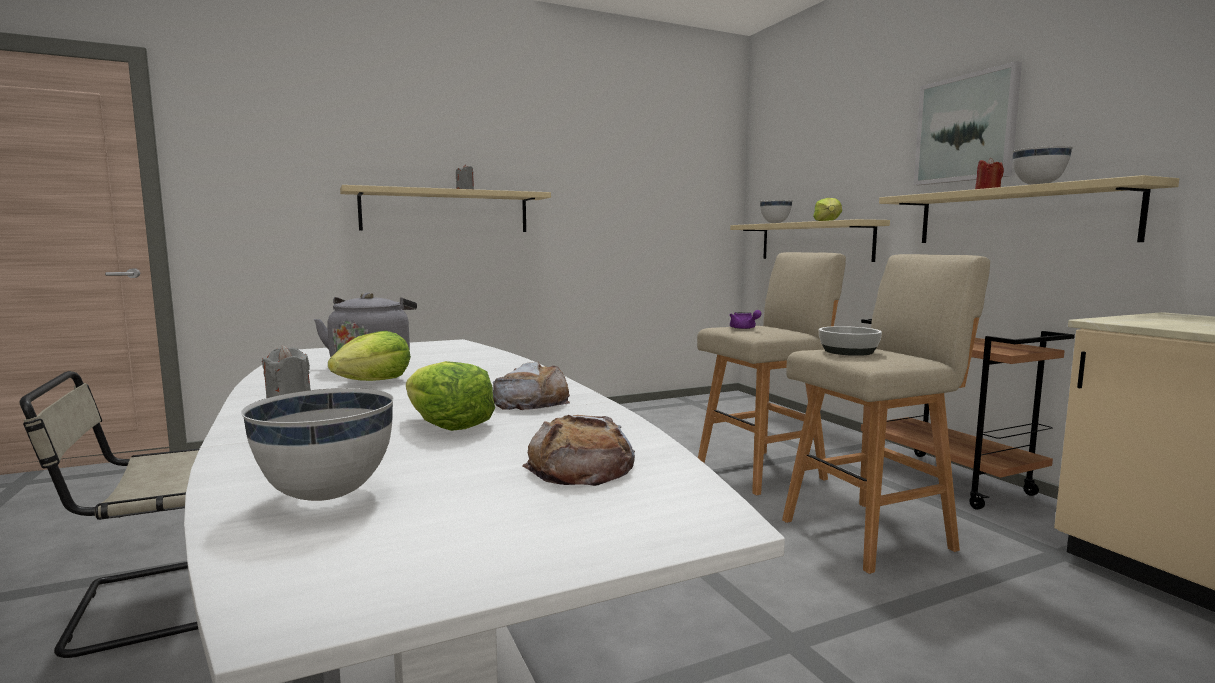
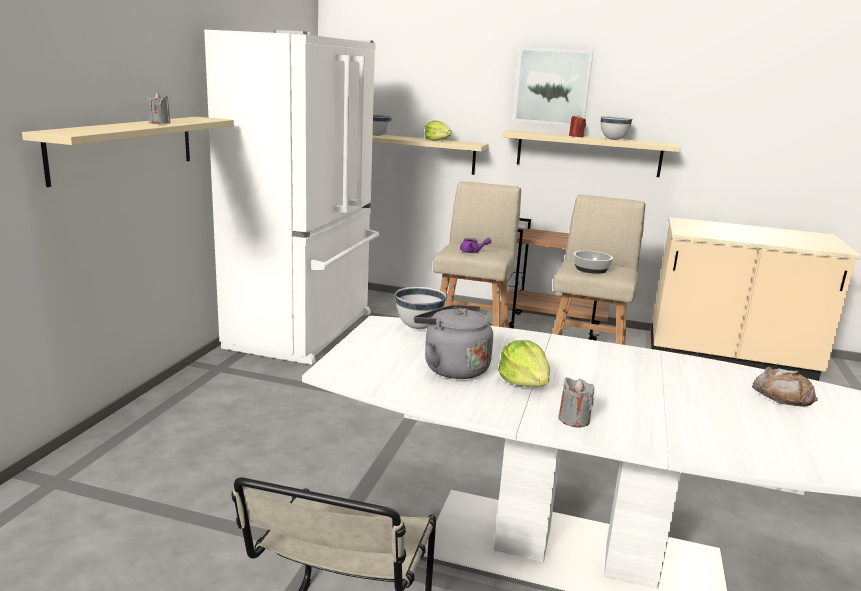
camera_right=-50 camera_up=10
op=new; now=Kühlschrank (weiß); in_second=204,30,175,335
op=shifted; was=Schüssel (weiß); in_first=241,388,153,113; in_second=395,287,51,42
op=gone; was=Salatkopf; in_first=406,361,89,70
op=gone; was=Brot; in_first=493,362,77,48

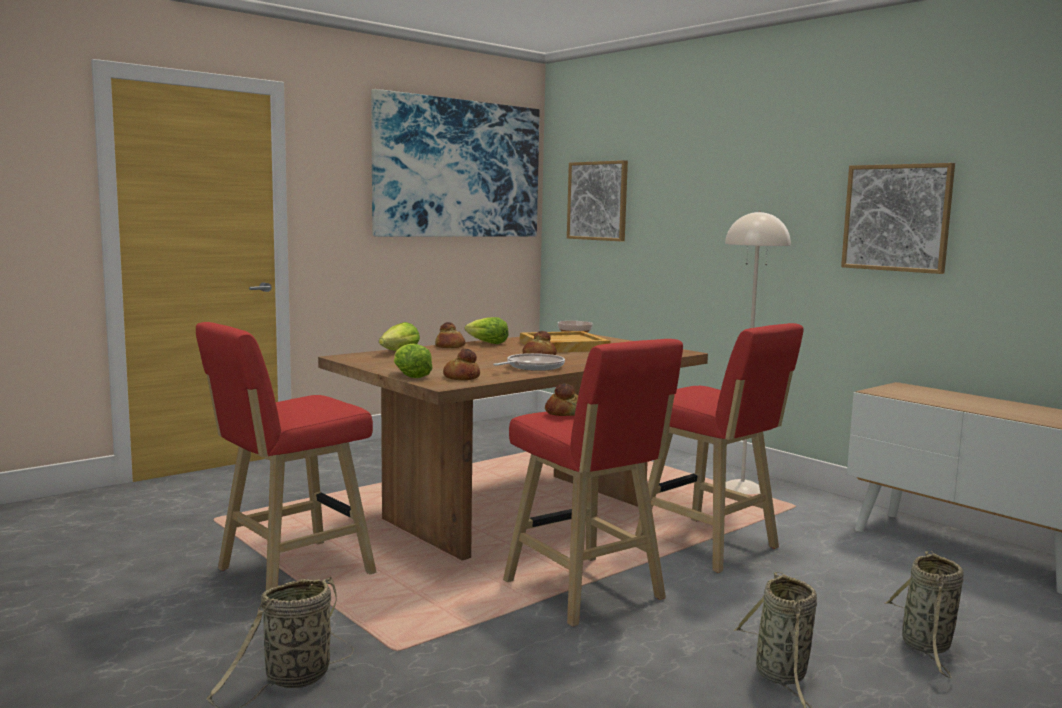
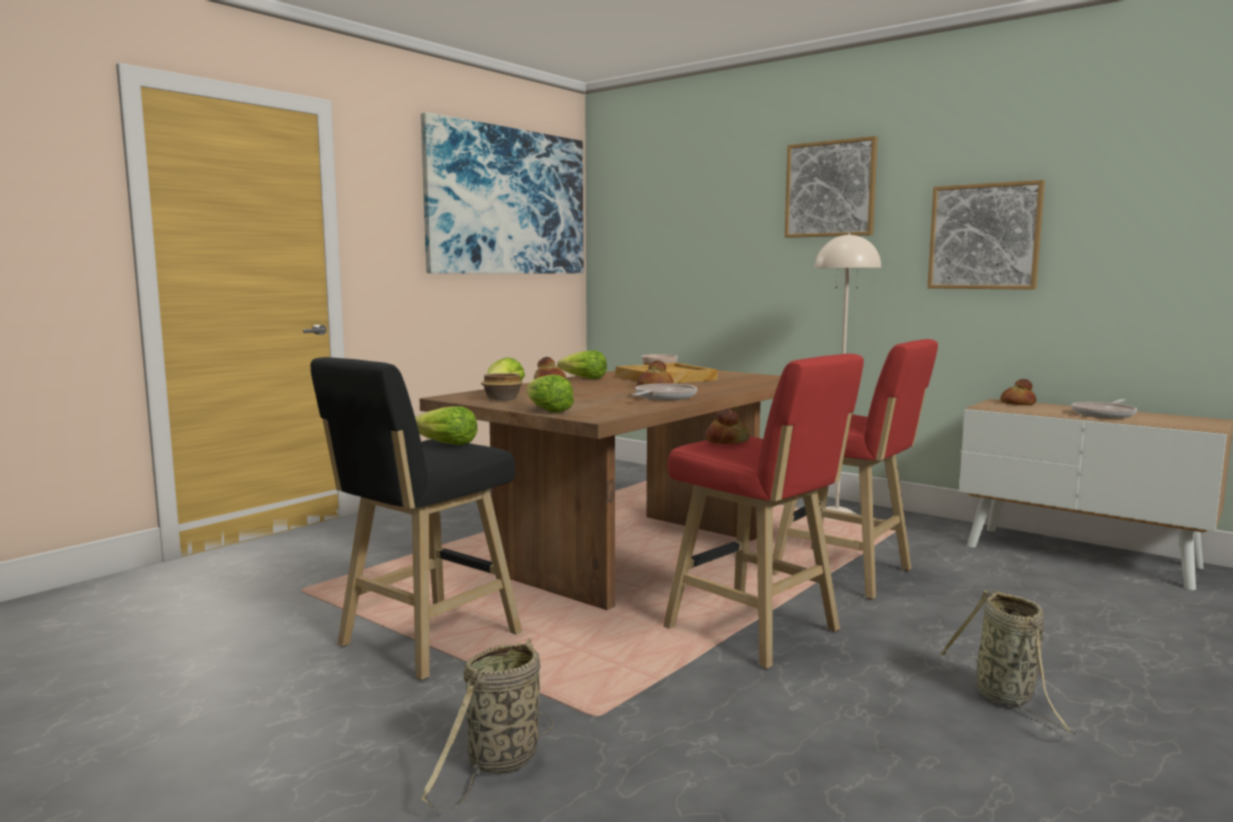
camera_right=-10 camera_up=0
op=repainted; was=Hocker (rot); now=Hocker (schwarz); in_first=196,322,180,268; in_second=311,357,211,324
op=new; now=Salatkopf; in_second=415,406,63,39
op=new; now=Schüssel; in_second=481,373,42,27
op=shifted; was=Bild; in_first=567,160,61,81; in_second=785,136,93,102
op=shifted; was=Brot; in_first=443,349,37,31; in_second=1000,379,36,26
op=new; now=Pfanne; in_second=1072,399,65,19
op=gone; was=Korb; in_first=884,551,79,128

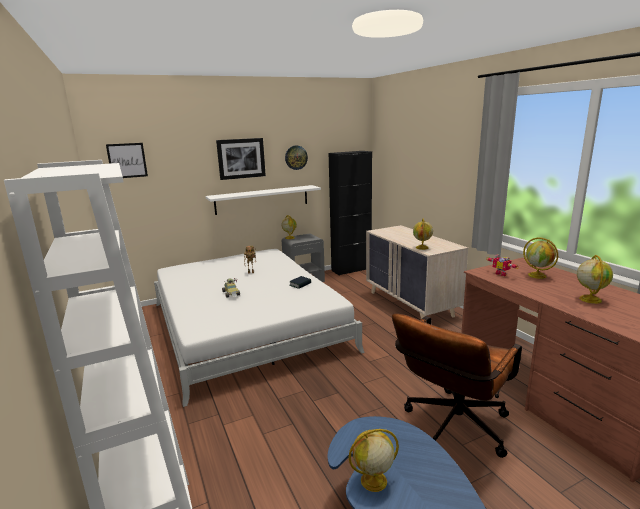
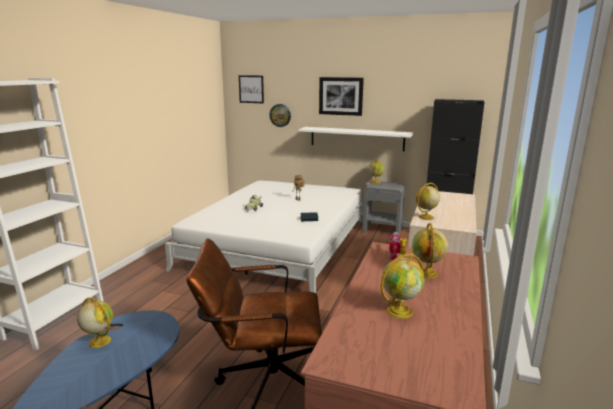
camera_right=45 camera_up=0
op=shifted; was=Wanduhr; in_first=285,146,23,24; in_second=269,104,22,23

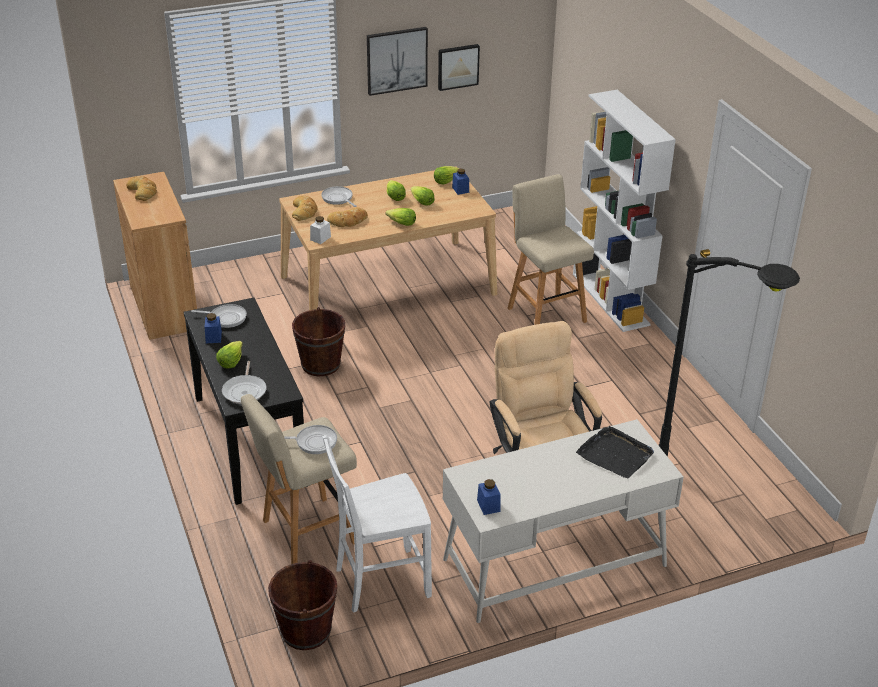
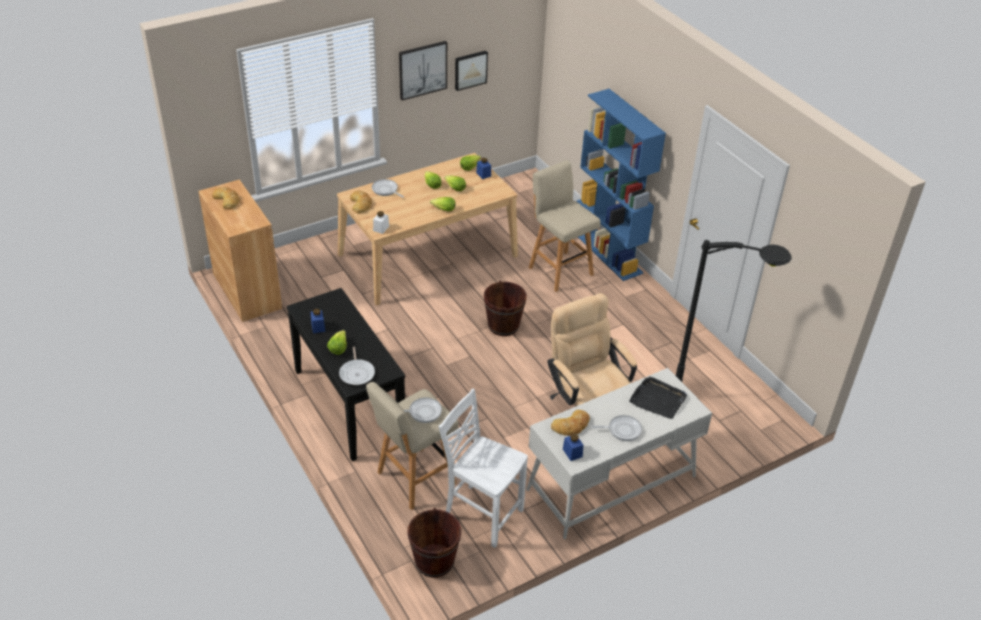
camera_right=-10 camera_up=5
op=rotated; was=Stuhl (weiß); in_first=323,435,109,178; in_second=439,389,89,159; clockwise=60
op=shifted; was=Eimer (braun); in_first=292,307,53,69; in_second=484,280,43,56
op=shifted; was=Brot; in_first=327,207,41,20; in_second=551,410,39,26
op=repainted; was=Bücherregal (weiß); now=Bücherregal (blau); in_first=573,90,103,242; in_second=577,89,89,192
op=shifted; was=Pfanne; in_first=191,304,56,24; in_second=591,415,51,26

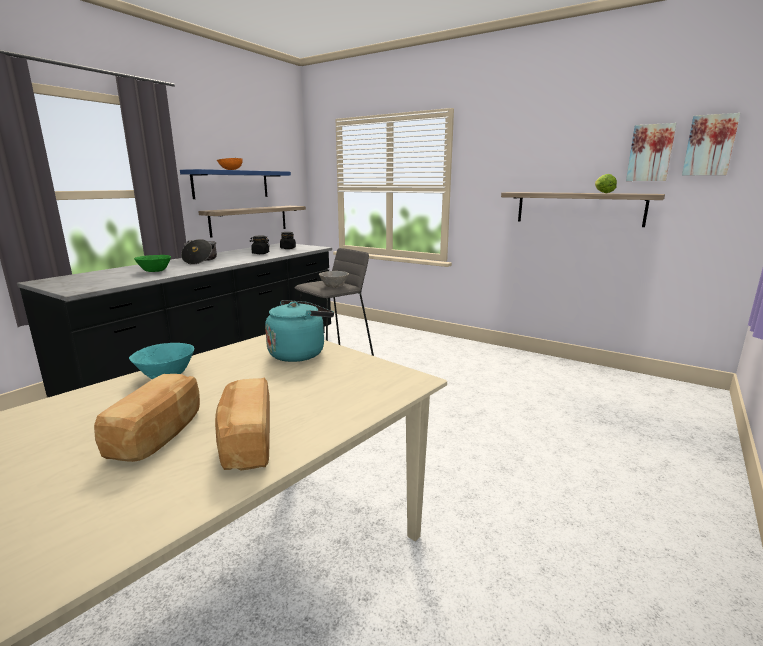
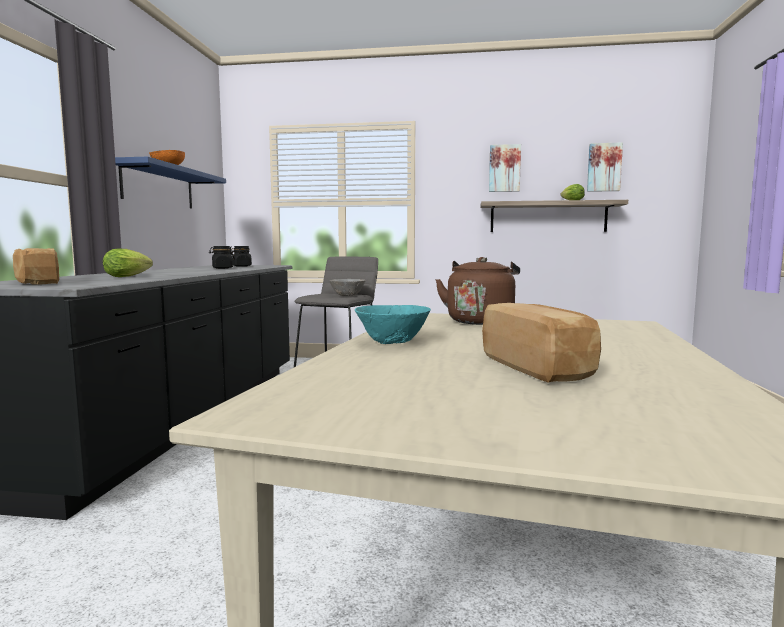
camera_right=-25 camera_up=-10
op=shifted; was=Brot; in_first=215,378,55,92; in_second=13,248,46,37
op=swapped; was=Schüssel (grün); now=Salatkopf; in_first=134,255,37,17; in_second=103,249,50,28
op=repainted; was=Wasserkessel (türkis); now=Wasserkessel (braun); in_first=265,300,69,62; in_second=435,257,85,68
op=shifted; was=Bild; in_first=682,113,58,62; in_second=489,144,32,48
op=gone; was=Kochtopf; in_first=181,239,36,26
op=gone; was=Wandregal; in_first=198,206,108,32

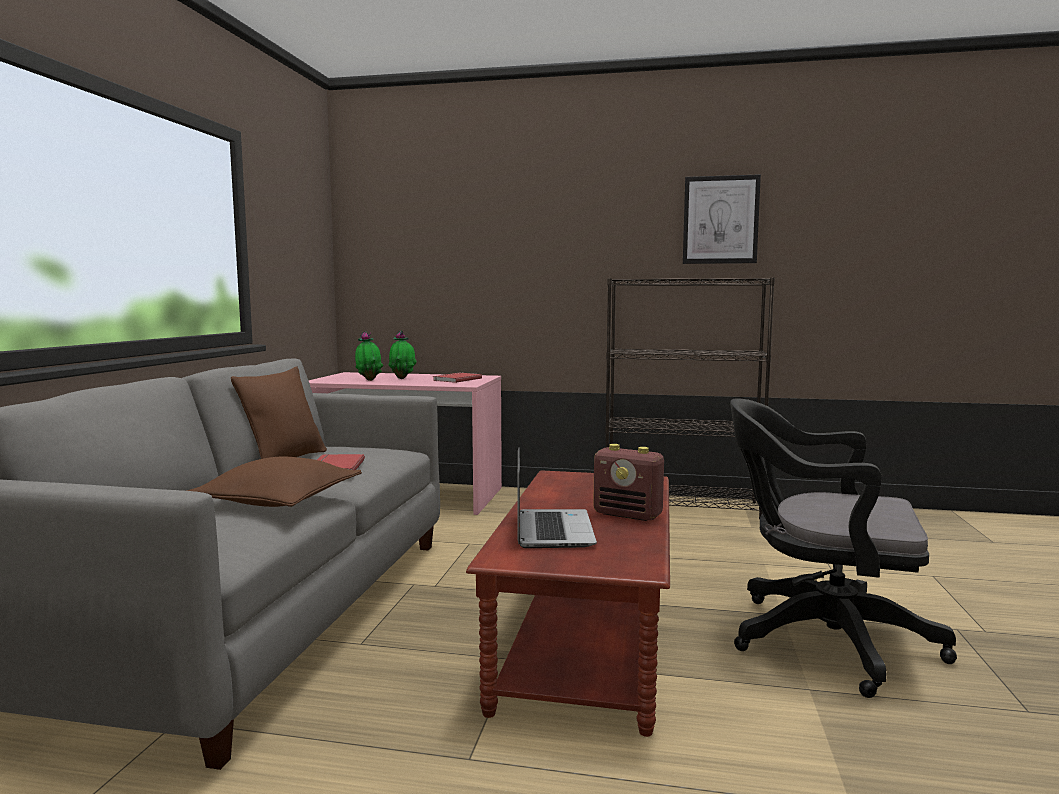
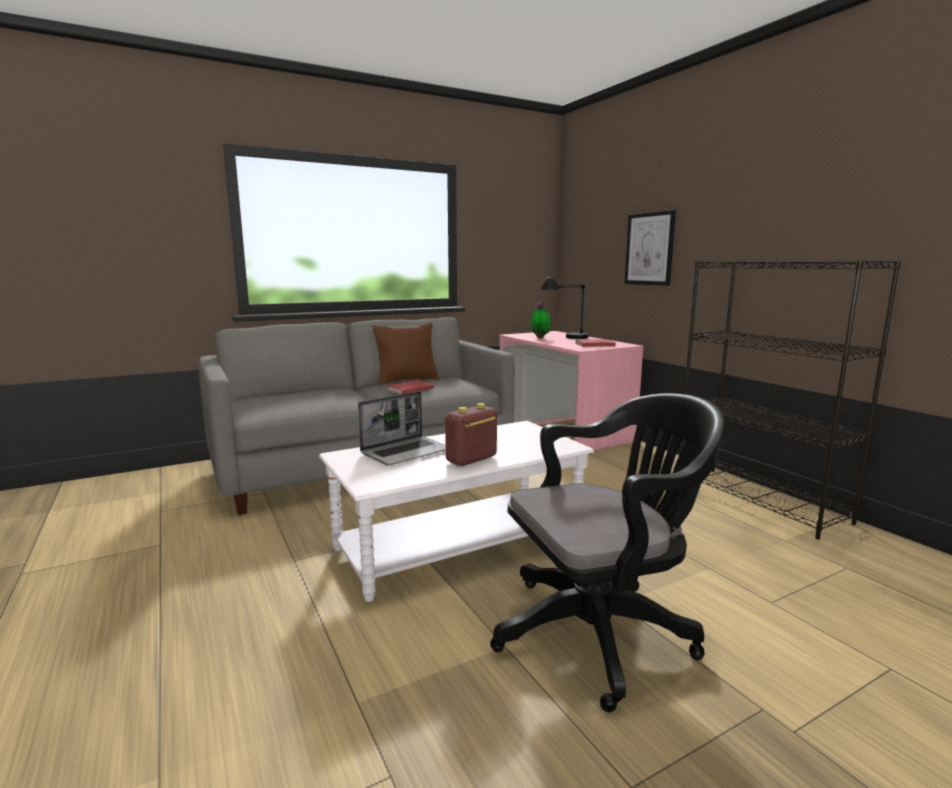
camera_right=50 camera_up=5
op=repainted; was=Couchtisch (braun); now=Couchtisch (weiß); in_first=466,470,204,267; in_second=319,421,275,181
op=rotated; was=Radio; in_first=593,444,71,77; in_second=445,403,52,63; clockwise=60
op=rotated; was=Bürostuhl (schwarz); in_first=730,398,227,300; in_second=490,393,234,320; clockwise=90
op=swapped; was=Topfpflanze; now=Tischlampe (schwarz); in_first=389,331,28,48; in_second=540,277,48,62
op=shifted; was=Bild; in_first=683,174,78,90; in_second=625,210,51,76
op=gone; was=Kissen (braun); in_first=186,456,176,51

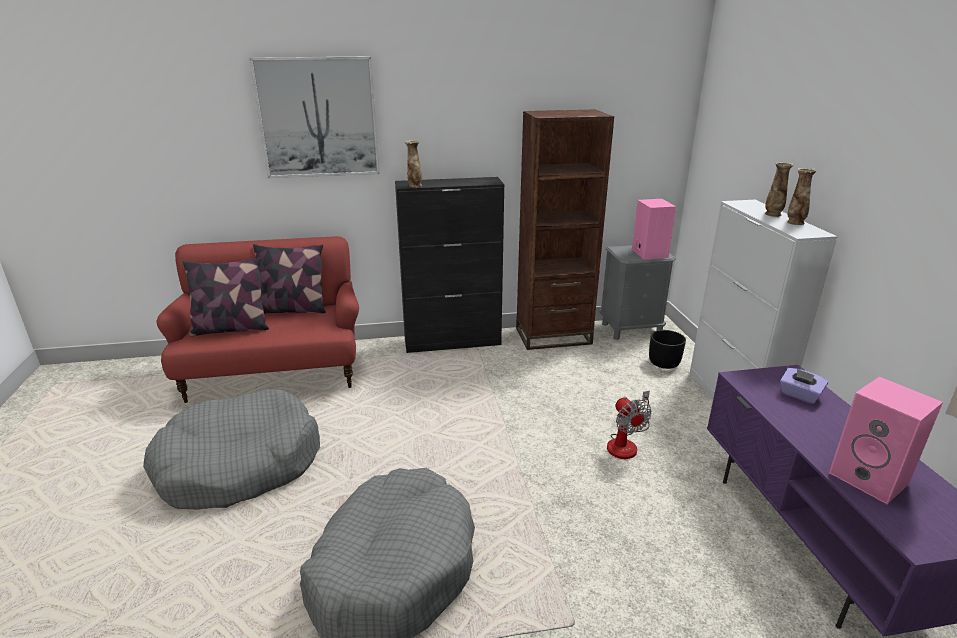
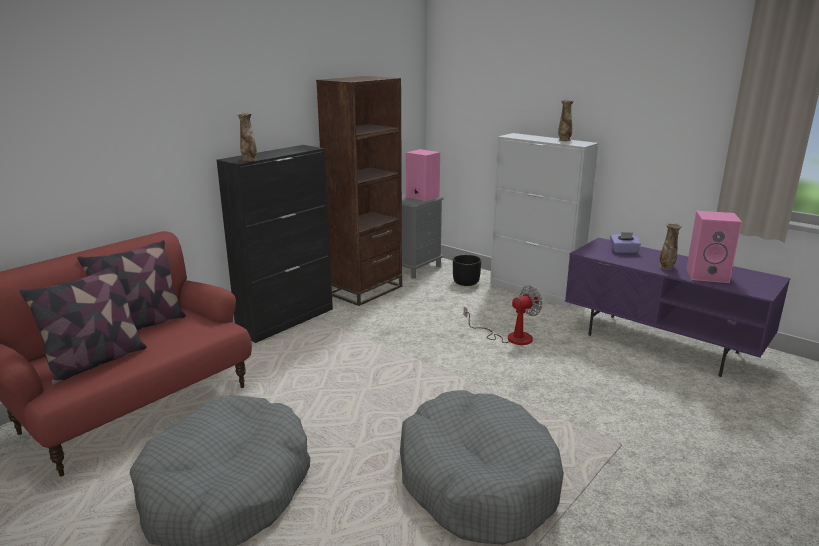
camera_right=-40 camera_up=-5
op=rotated; was=Ventilator; in_first=607,391,45,68; in_second=464,285,79,60; clockwise=-60
op=shifted; was=Vase; in_first=765,161,29,56; in_second=659,223,23,47
op=gone; was=Bild; in_first=249,57,131,121

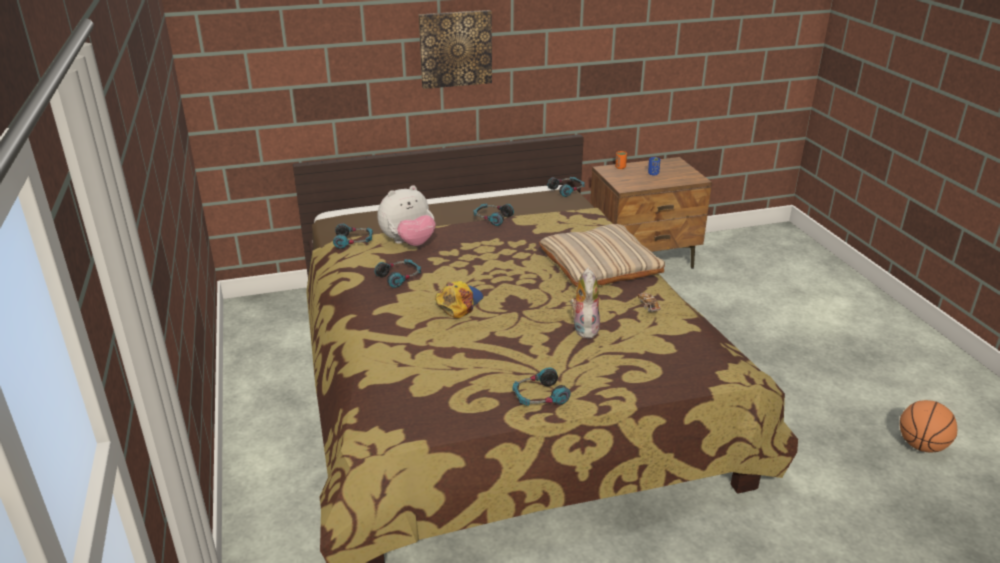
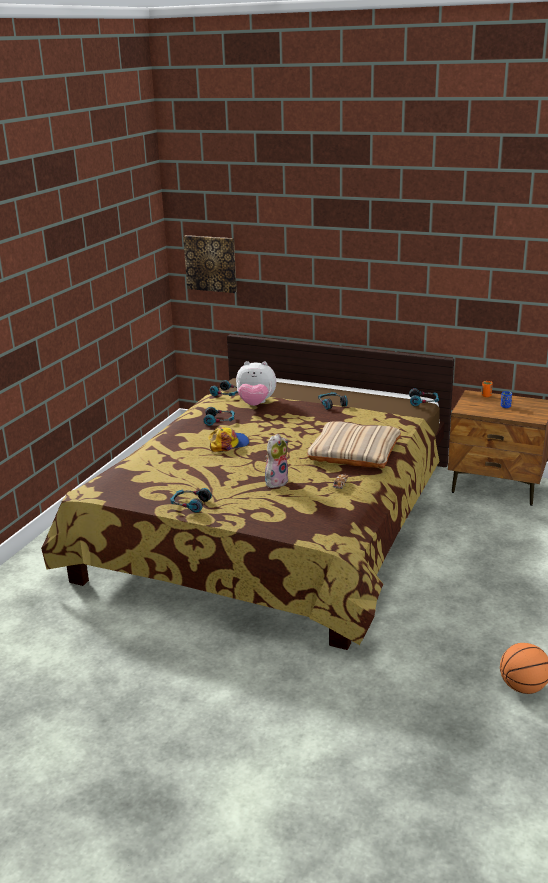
camera_right=40 camera_up=-5
op=shifted; was=Bild; in_first=419,10,73,79; in_second=183,235,54,58

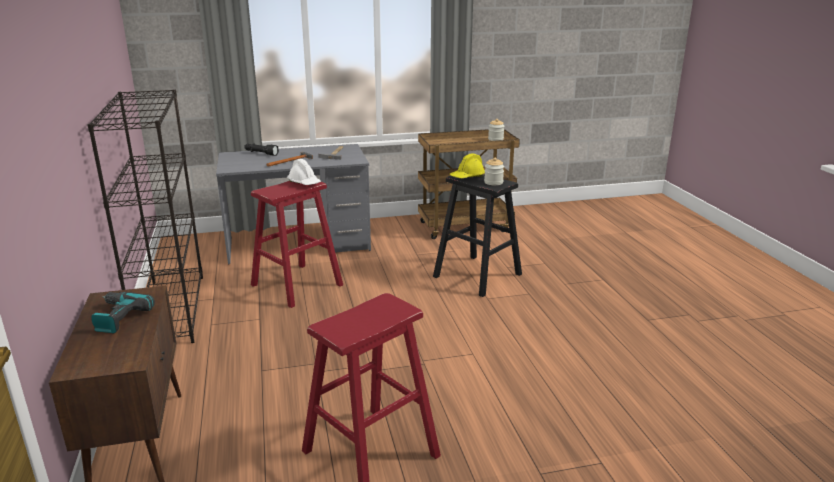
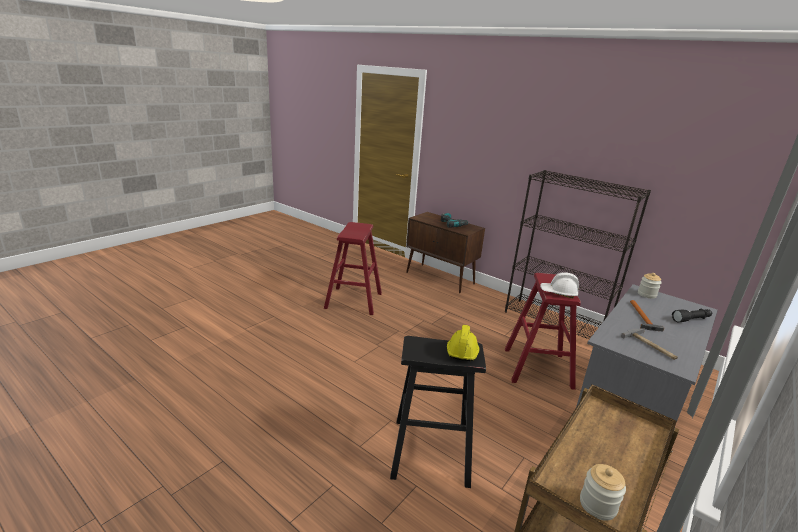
camera_right=140 camera_up=0
op=shifted; was=Vorratsglas; in_first=484,158,20,27; in_second=638,273,24,26

